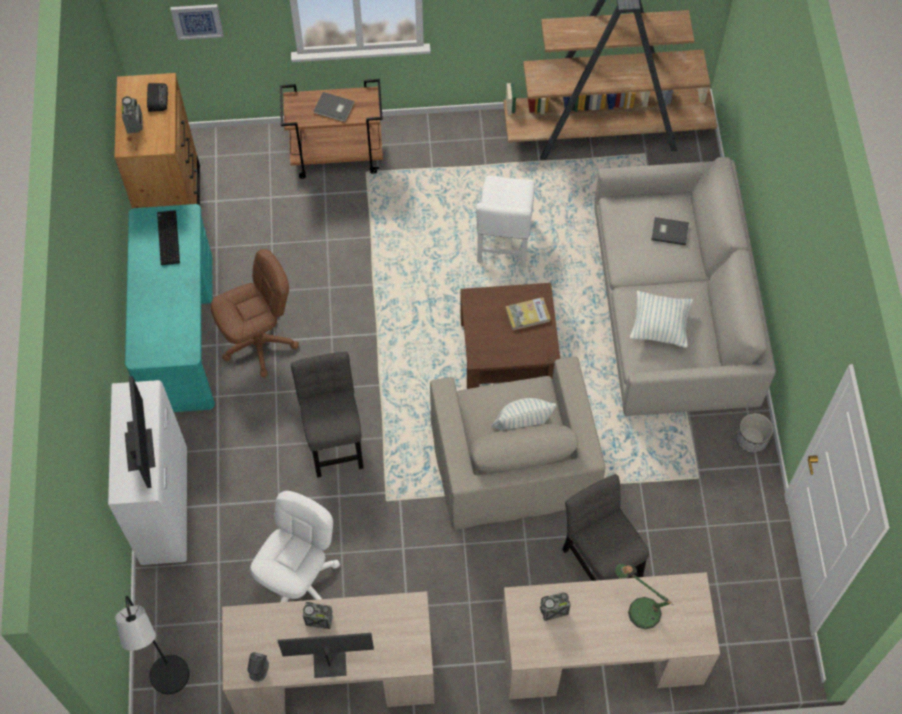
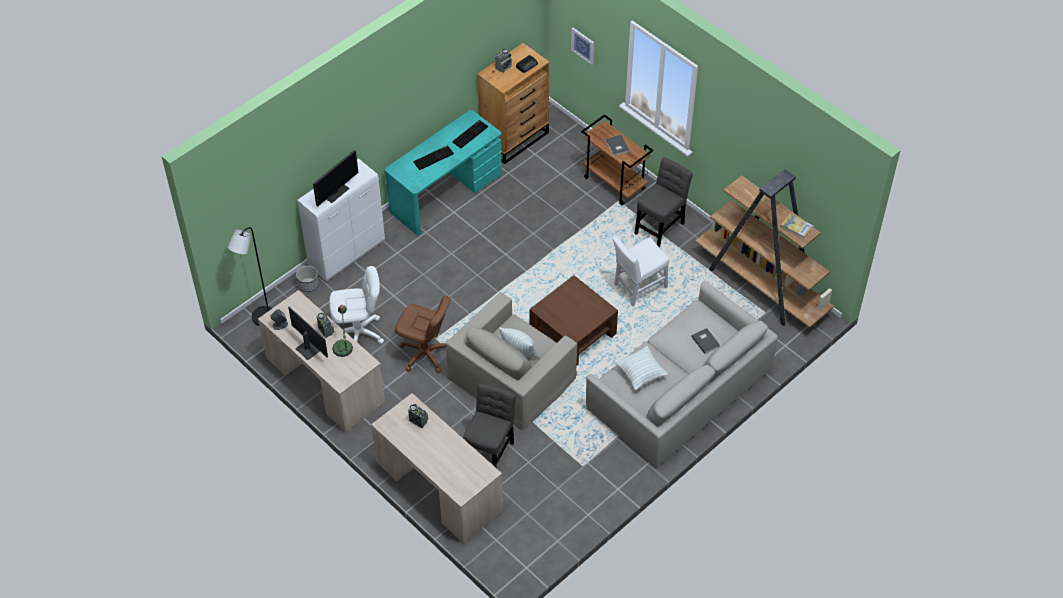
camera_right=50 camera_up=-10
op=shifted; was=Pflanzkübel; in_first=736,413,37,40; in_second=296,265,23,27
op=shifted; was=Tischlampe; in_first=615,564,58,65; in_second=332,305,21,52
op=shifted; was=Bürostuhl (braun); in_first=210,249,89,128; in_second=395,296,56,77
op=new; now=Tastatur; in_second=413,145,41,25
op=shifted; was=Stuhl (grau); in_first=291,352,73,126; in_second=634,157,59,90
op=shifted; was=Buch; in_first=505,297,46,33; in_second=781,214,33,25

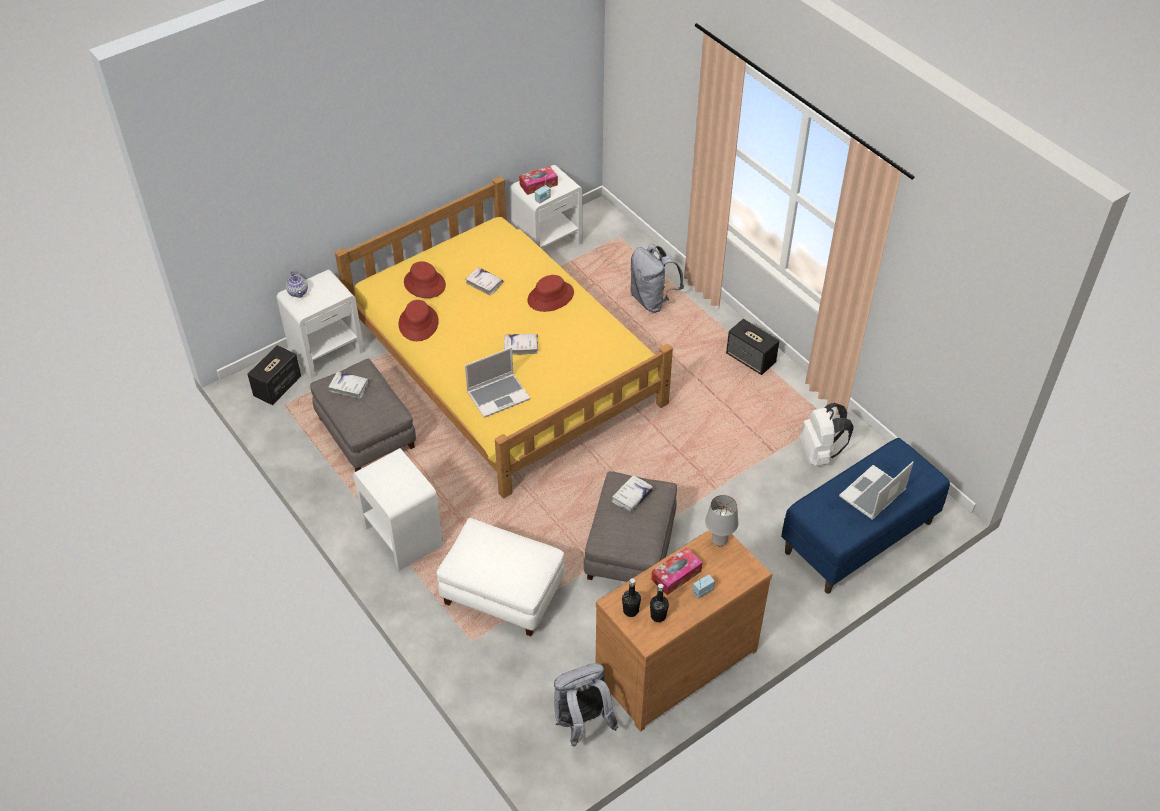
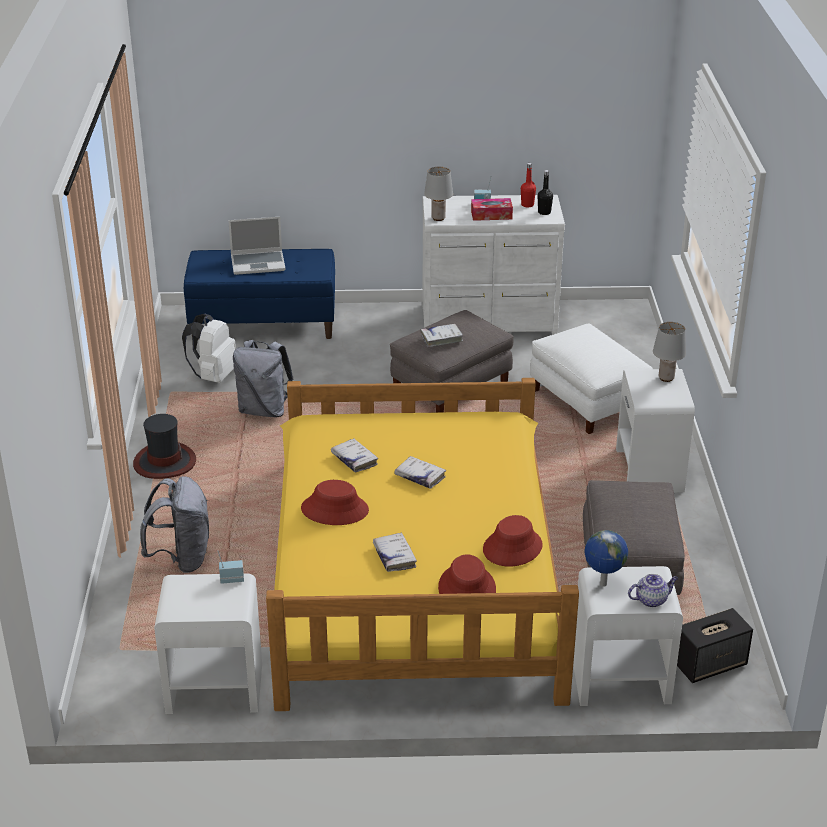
camera_right=-145 camera_up=-15
op=swapped; was=Lautsprecher; now=Hut; in_first=726,319,53,56; in_second=133,414,63,65
op=shifted; was=Rucksack (grau); in_first=554,663,64,83; in_second=233,340,60,77
op=shifted; was=Buch (weiß); in_first=328,371,42,28; in_second=331,438,47,34
op=repainted; was=Kommode (braun); now=Kommode (weiß); in_first=595,530,177,202; in_second=422,195,143,140
op=repainted; was=Flasche (schwarz); now=Flasche (rot); in_first=650,584,19,38; in_second=521,163,15,44
op=new; now=Globus; in_second=585,530,43,57
op=rotated; was=Teekanne; in_first=286,271,22,27; in_second=628,574,50,33; clockwise=60
op=new; now=Tischlampe (grau); in_second=653,322,33,60
op=gone; was=Laptop; in_first=465,347,65,71
op=gone; was=Taschentuchbox; in_first=519,166,39,29

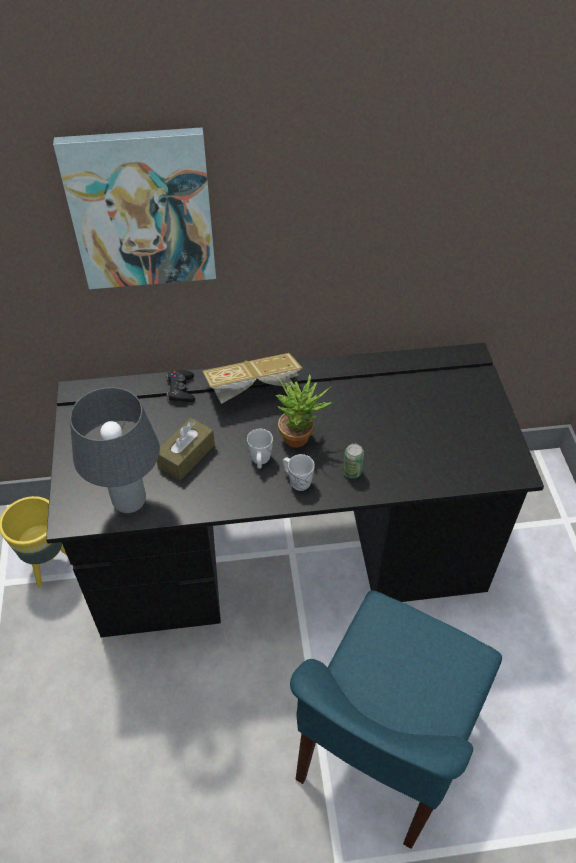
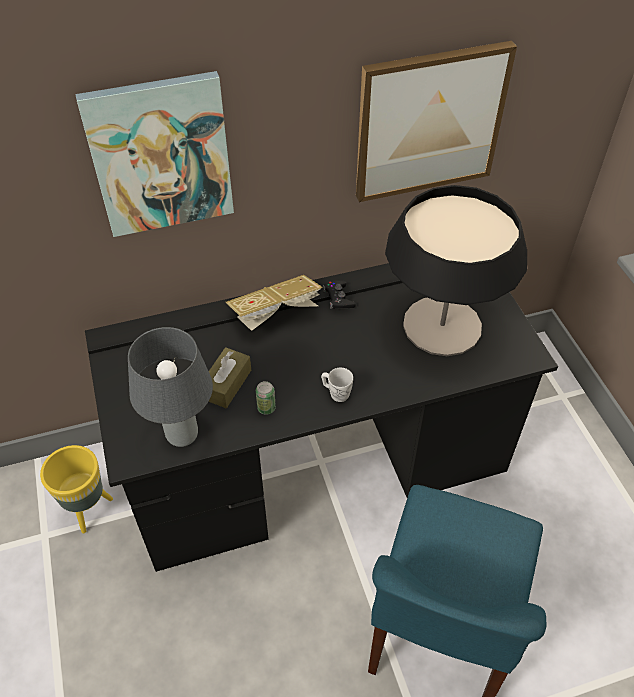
camera_right=-10 camera_up=0
op=shifted; was=Dose; in_first=343,443,21,35; in_second=256,381,20,34
op=shifted; was=Gamepad (schwarz); in_first=166,370,29,32; in_second=323,280,33,29
op=new; now=Bild; in_second=356,41,161,161
op=new; now=Tischlampe; in_second=385,185,142,171
op=gone; was=Henkelbecher (weiß); in_first=247,429,26,40
op=gone; was=Topfpflanze; in_first=276,375,56,73

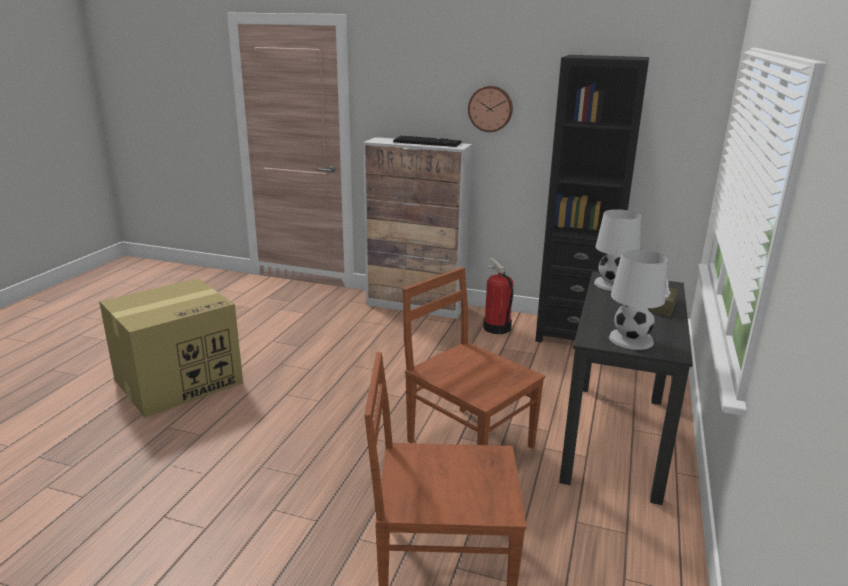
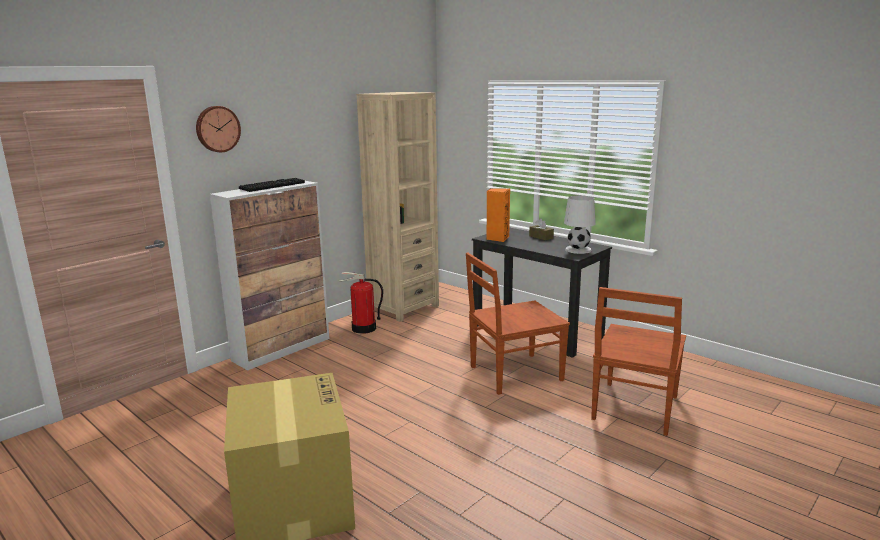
camera_right=-65 camera_up=-5
op=shifted; was=Wanduhr; in_first=468,86,45,46; in_second=196,106,45,46
op=repainted; was=Bücherregal (schwarz); now=Bücherregal (beige); in_first=535,55,114,287; in_second=357,92,82,230
op=swapped; was=Tischlampe (weiß); now=Lautsprecher (orange); in_first=594,209,47,82; in_second=487,188,23,54

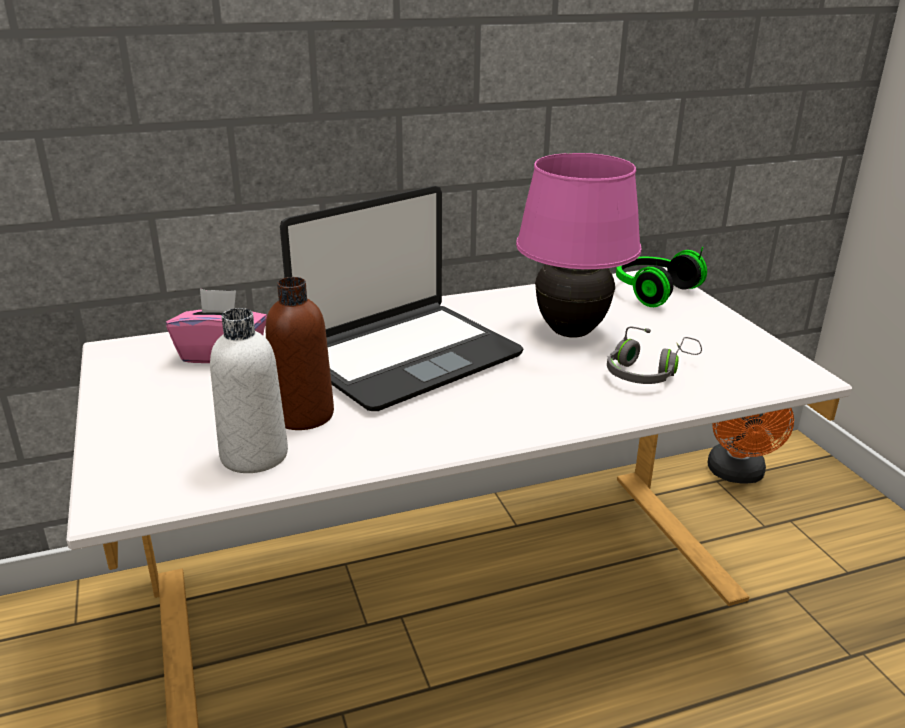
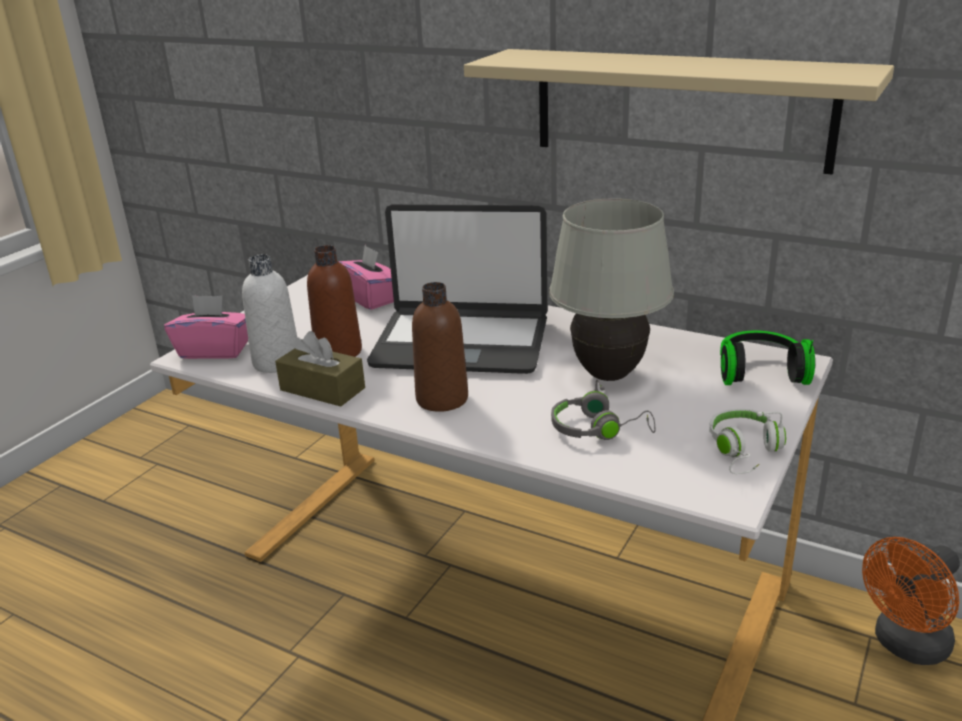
camera_right=50 camera_up=0
op=new; now=Taschentuchbox (rosa); in_second=164,295,84,64
op=new; now=Taschentuchbox (braun); in_second=275,331,90,76
op=new; now=Flasche (braun); in_second=412,282,56,130
op=new; now=Wandregal (beige); in_second=464,49,430,126
op=repainted; was=Tischlampe (rosa); now=Tischlampe (weiß); in_first=516,153,125,185; in_second=549,198,125,183
op=new; now=Kopfhörer (weiß); in_second=709,409,77,65

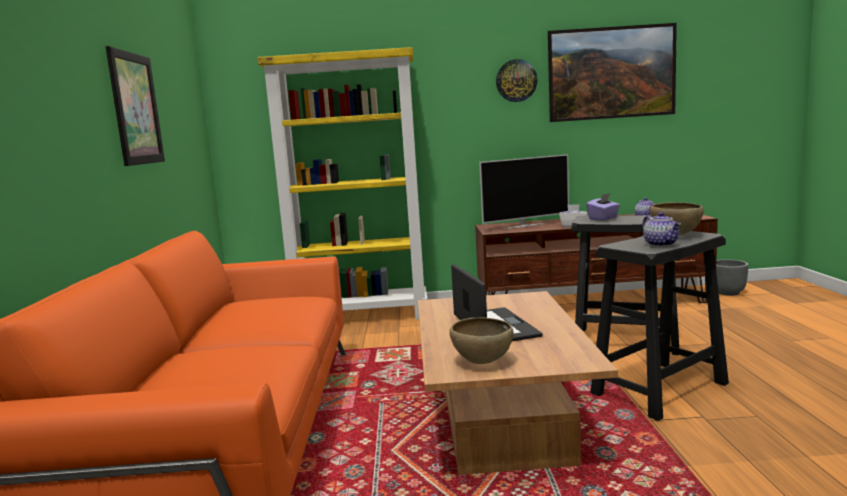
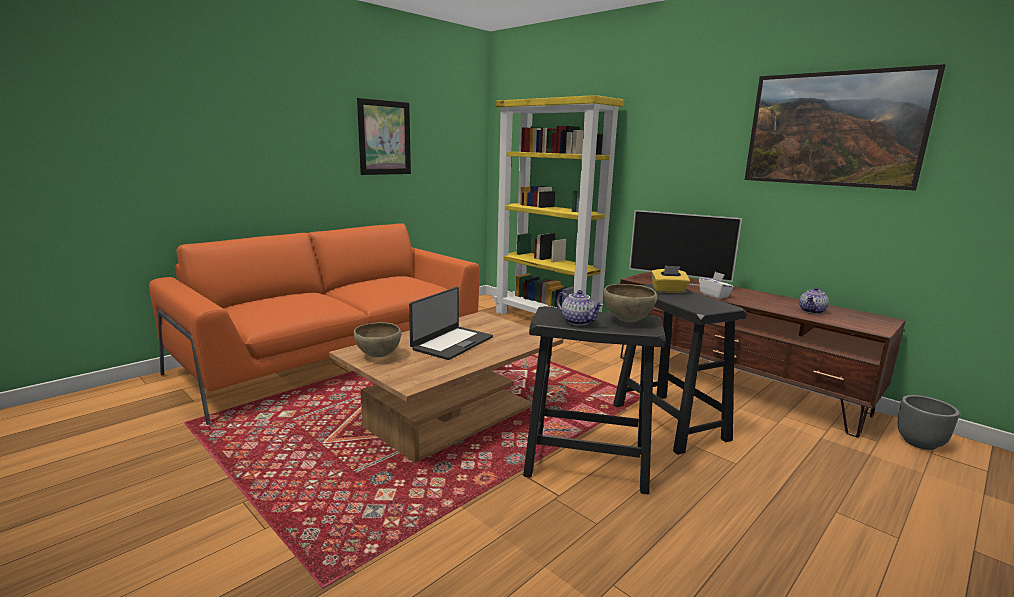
camera_right=45 camera_up=5
op=rotated; was=Teekanne; in_first=643,212,38,35; in_second=556,290,47,36; clockwise=-75
op=repainted; was=Taschentuchbox (lila); now=Taschentuchbox (gelb); in_first=586,193,34,28; in_second=651,265,39,28
op=gone; was=Wanduhr; in_first=496,59,42,43

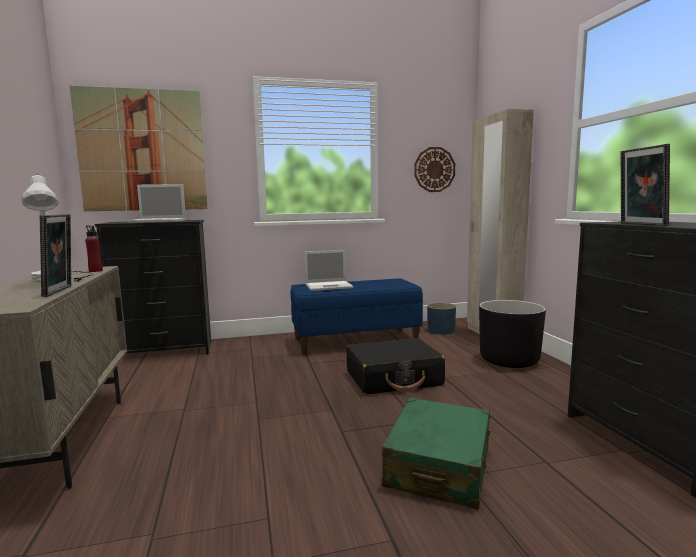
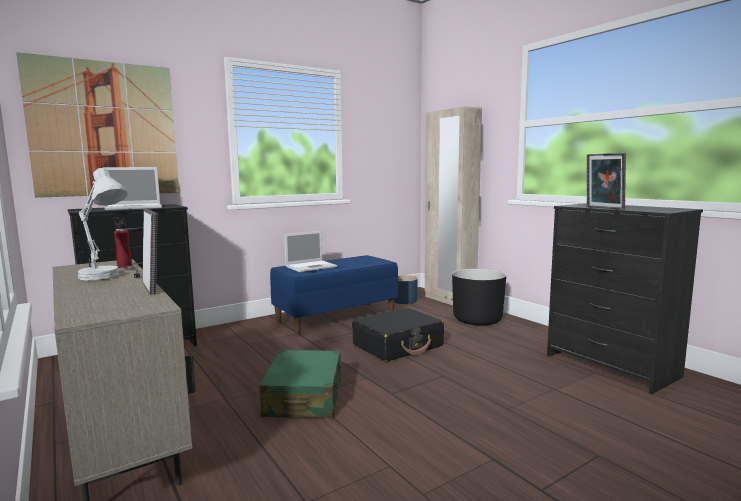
camera_right=-20 camera_up=0
op=shifted; was=Koffer (grün); in_first=382,398,109,111; in_second=260,350,81,68
op=gone; was=Wanduhr; in_first=414,147,41,45

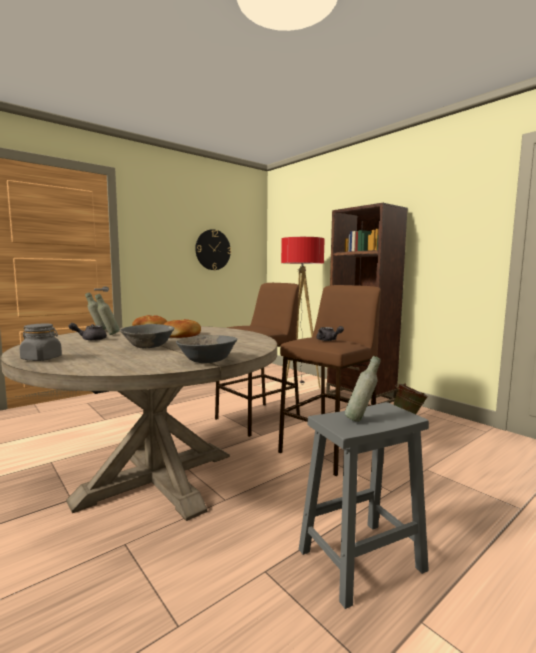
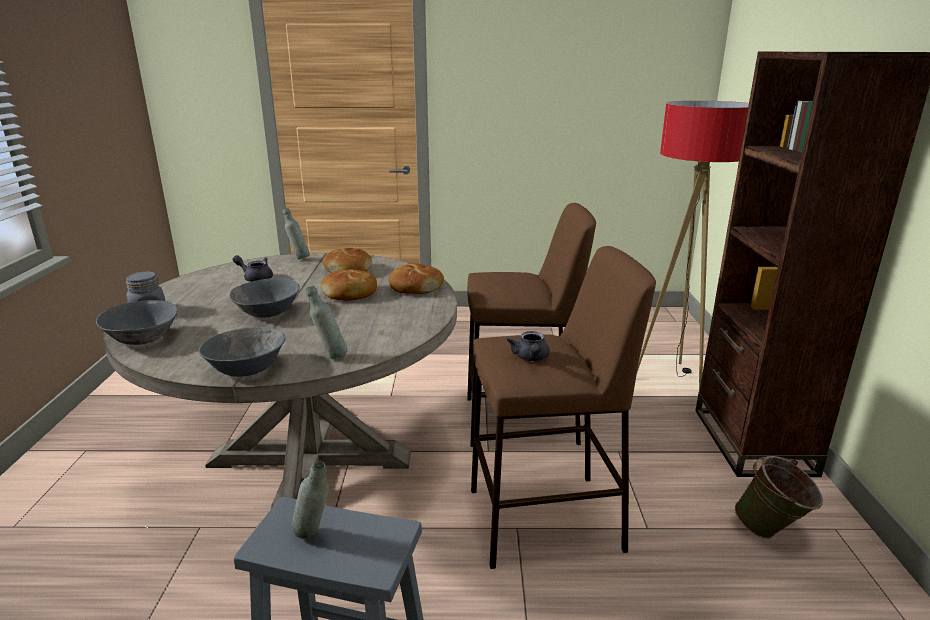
camera_right=40 camera_up=15
op=new; now=Schüssel (grau); in_second=96,300,82,45
op=shifted; was=Flasche (grau); in_first=95,294,25,41; in_second=306,286,42,73
op=new; now=Brot; in_second=389,263,55,31
op=gone; was=Wanduhr; in_first=195,229,36,41

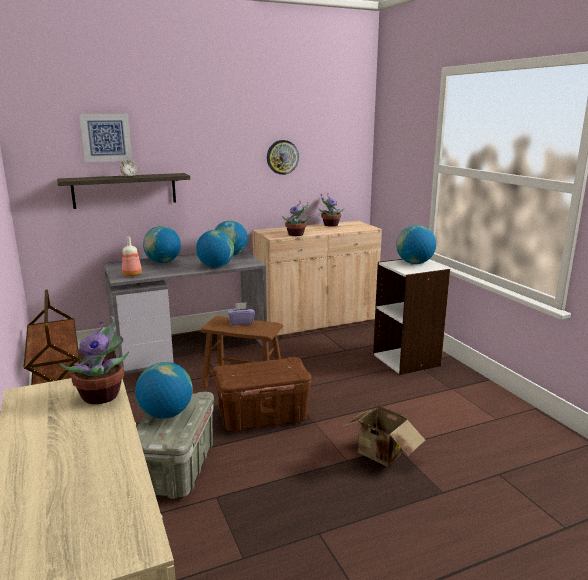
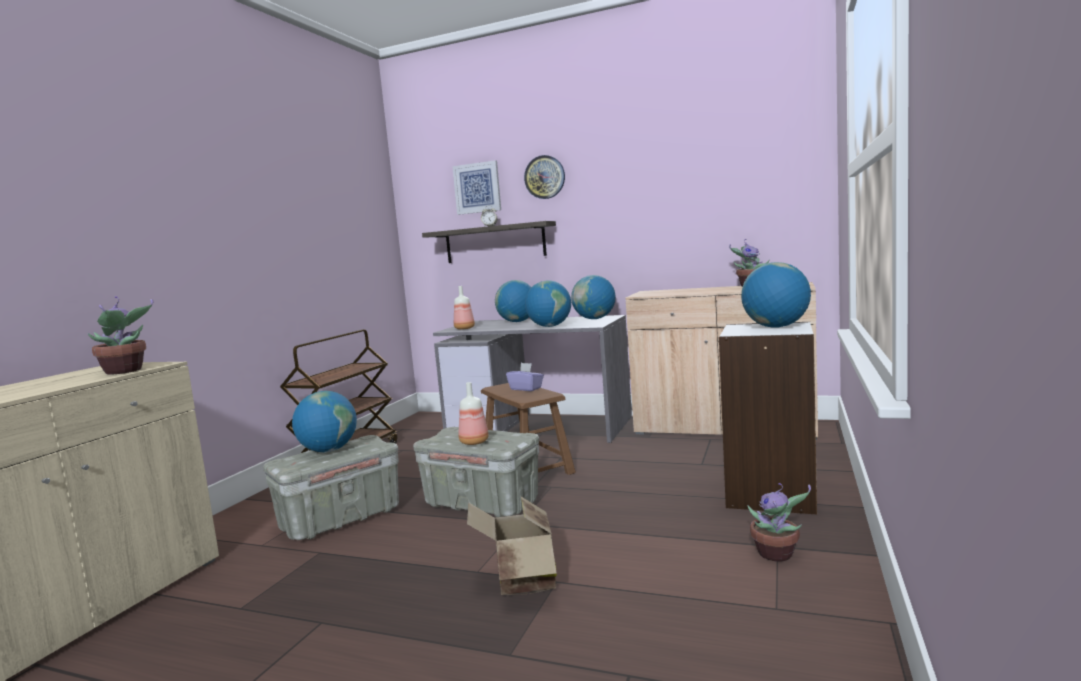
camera_right=45 camera_up=-10
op=repainted; was=Aufbewahrungsbox (braun); now=Aufbewahrungsbox (grau); in_first=215,357,97,75; in_second=413,427,126,90
op=new; now=Flasche; in_second=459,382,30,63
op=shifted; was=Wanduhr; in_first=267,140,32,35; in_second=524,155,41,44
op=shifted; was=Topfpflanze; in_first=282,201,27,35; in_second=748,483,63,79

